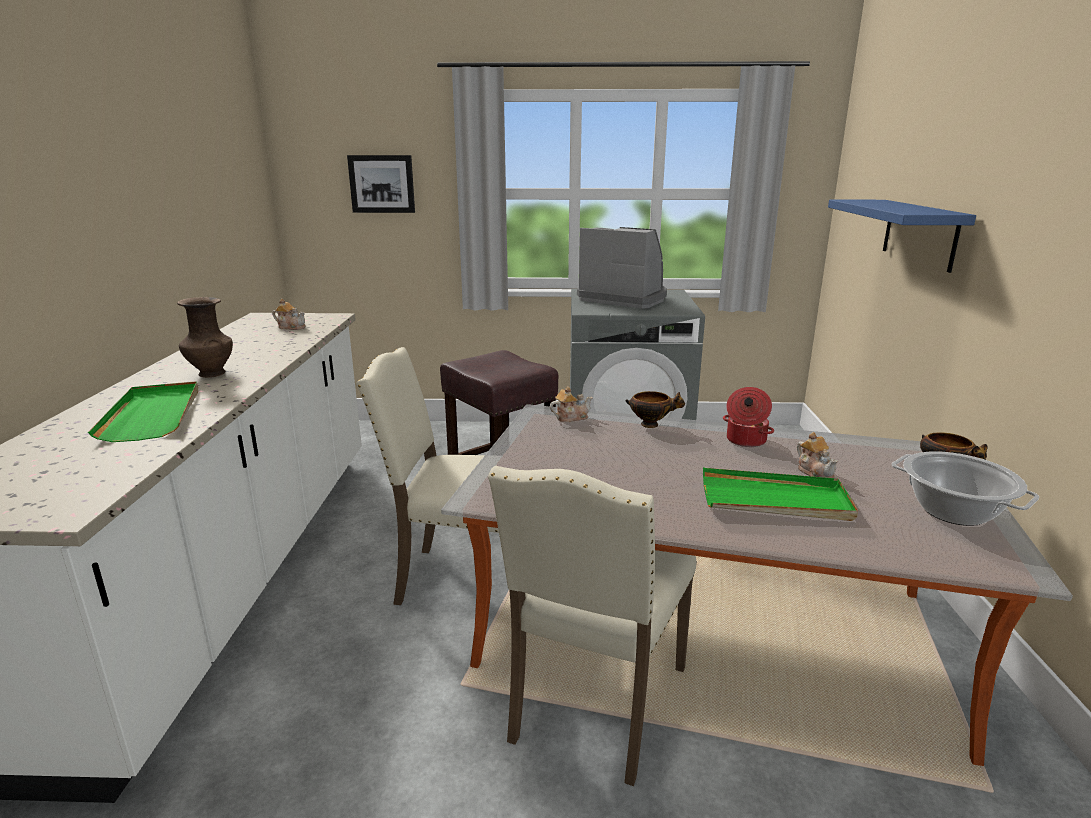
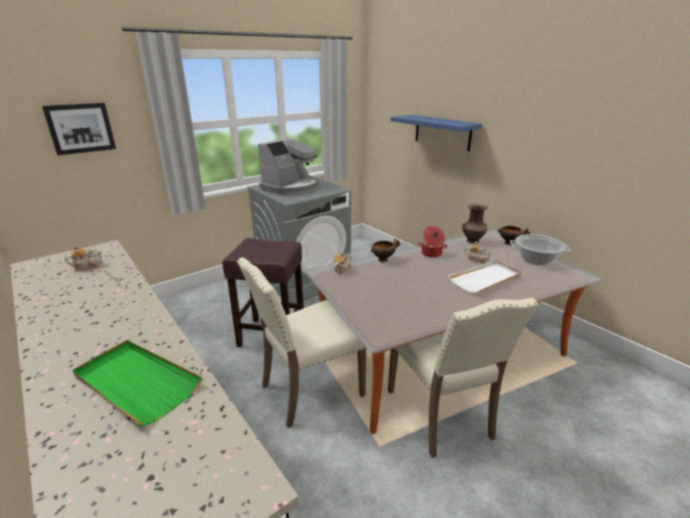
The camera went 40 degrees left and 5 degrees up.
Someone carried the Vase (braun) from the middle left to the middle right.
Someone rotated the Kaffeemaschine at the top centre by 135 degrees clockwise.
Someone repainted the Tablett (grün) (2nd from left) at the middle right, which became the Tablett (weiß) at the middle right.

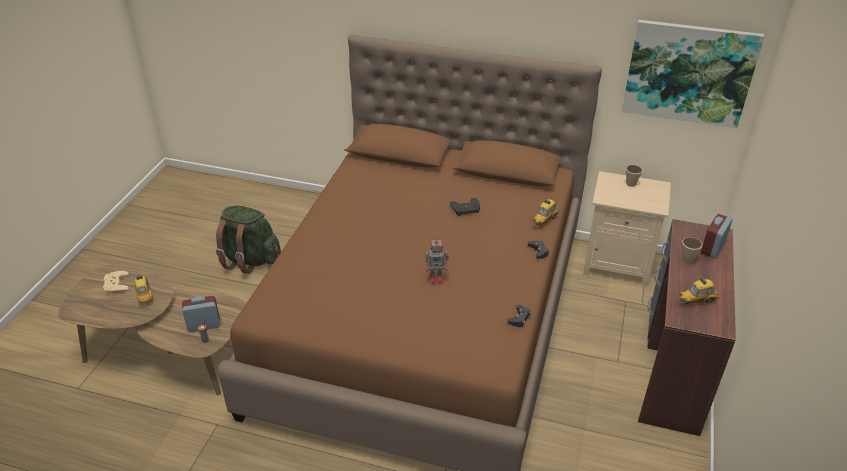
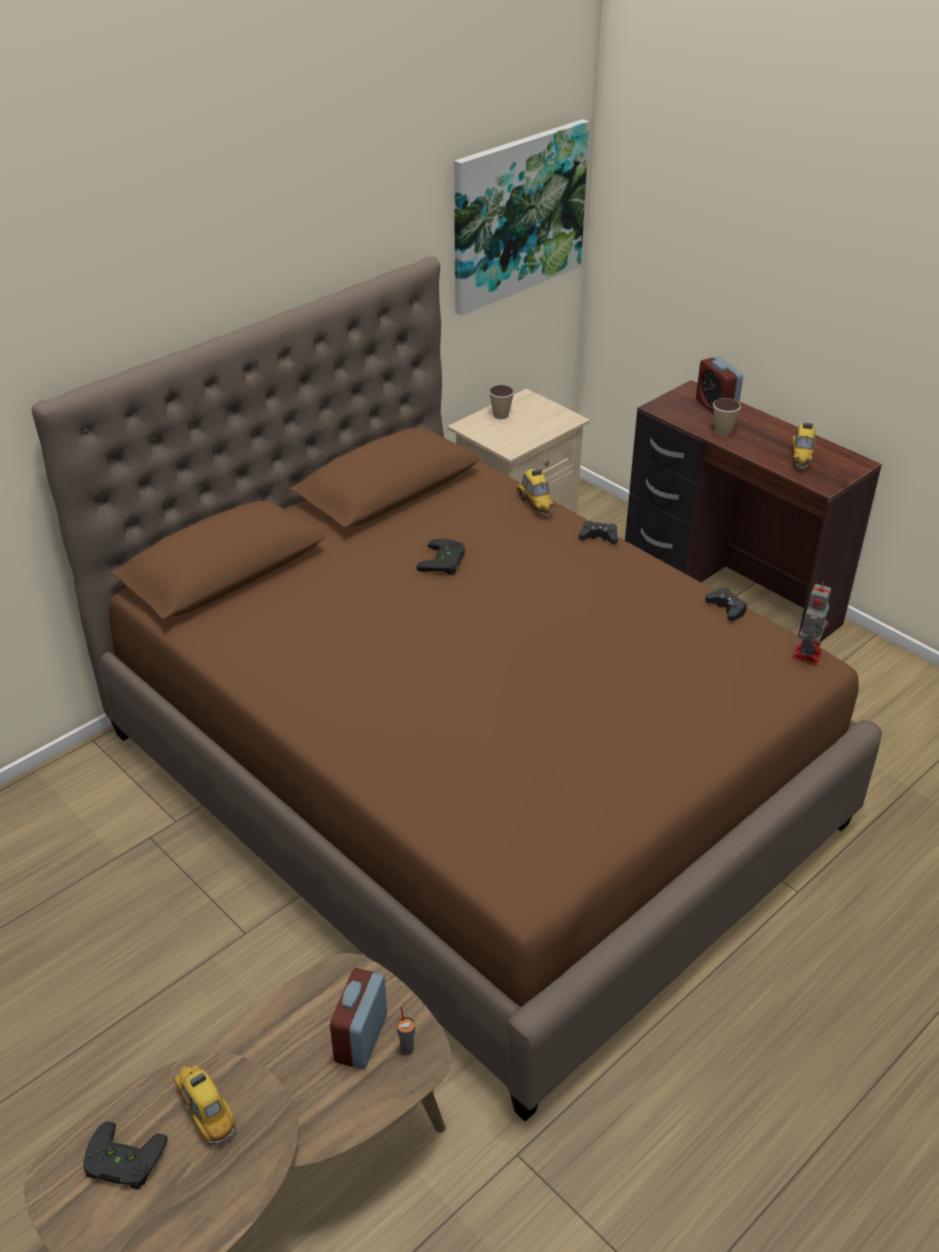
The camera went 60 degrees left and 0 degrees up.
Someone repainted the Gamepad (beige) at the middle left, which became the Gamepad (schwarz) (1st from left) at the bottom left.
Someone rotated the Spielzeugauto (1st from left) at the middle left by 45 degrees clockwise.
Someone took away the Rucksack (grün) at the middle left.
Someone carried the Spielzeugroboter from the centre to the middle right.

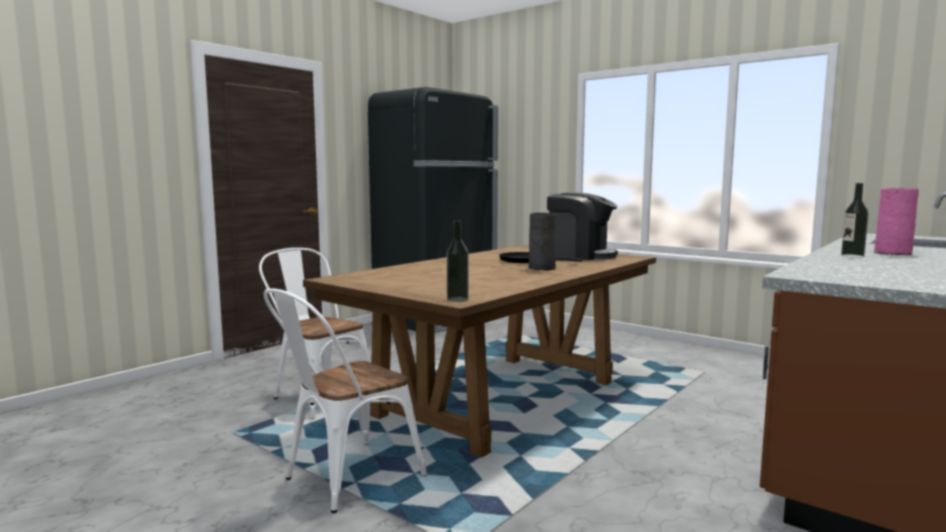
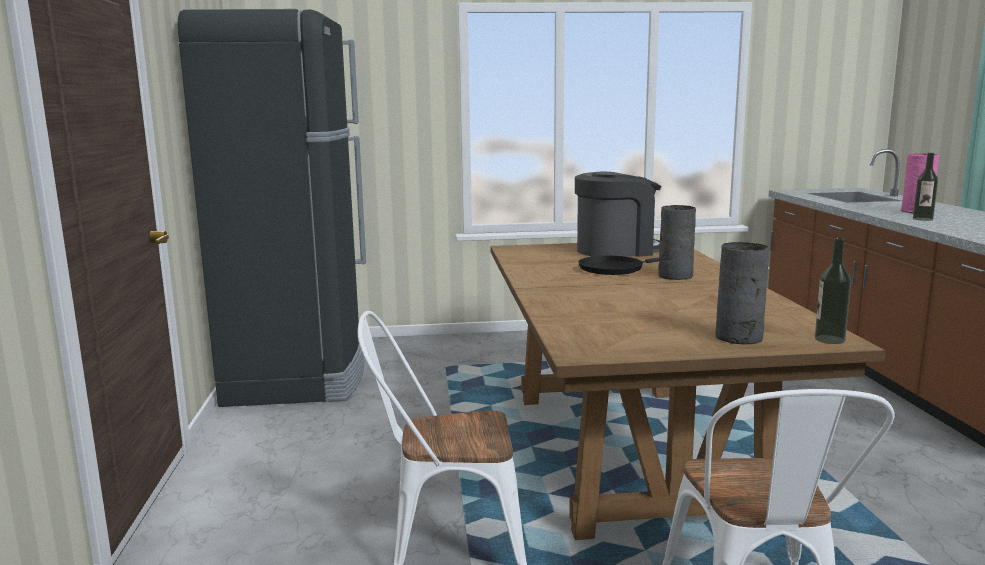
The camera went 45 degrees left and 5 degrees up.
Someone put down the Vase (grau) (2nd from left) at the middle right.

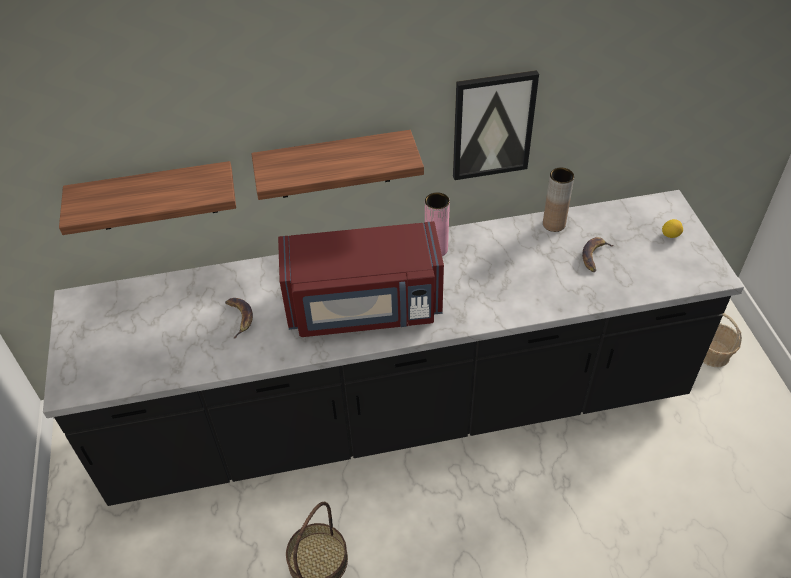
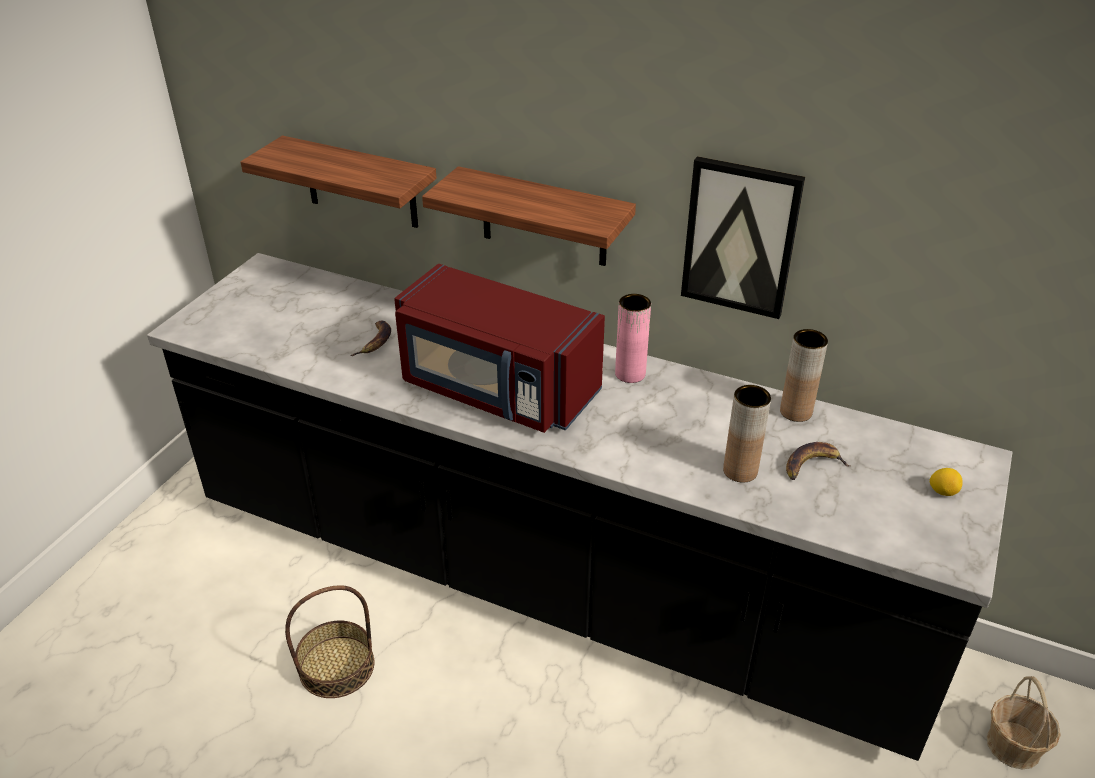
The camera went 35 degrees right and 10 degrees down.
Someone put down the Vase (braun) (1st from left) at the middle right.

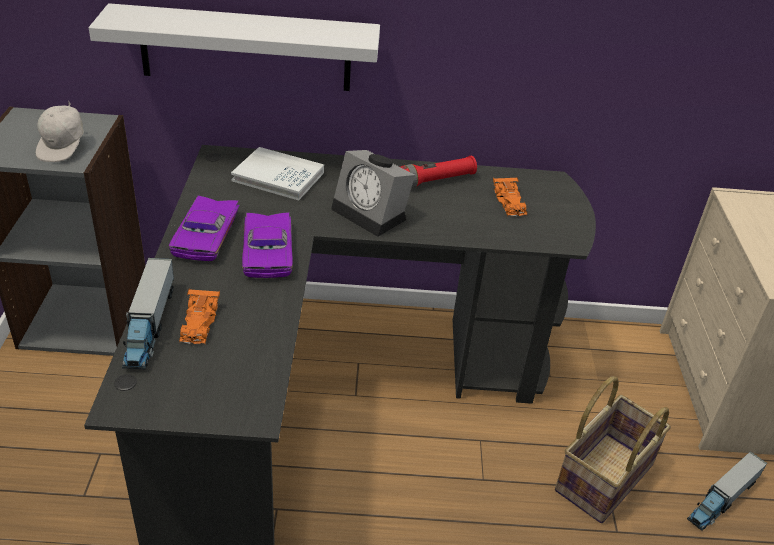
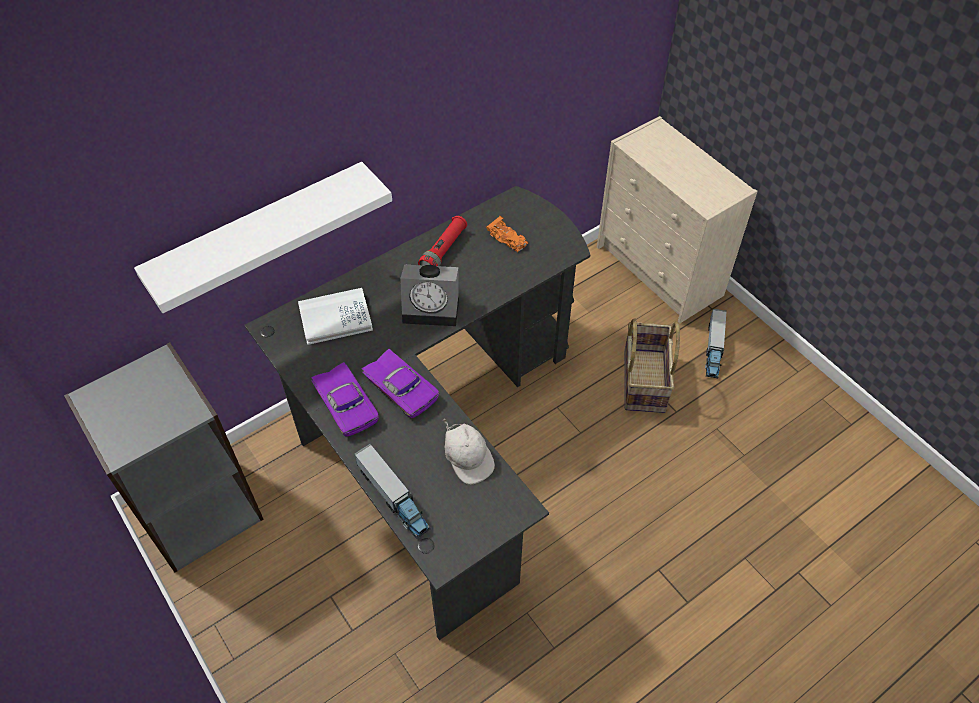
The camera went 35 degrees left and 15 degrees up.
Someone carried the Kappe (weiß) from the top left to the centre.
Someone took away the Spielzeugauto (orange) (1st from left) at the middle left.

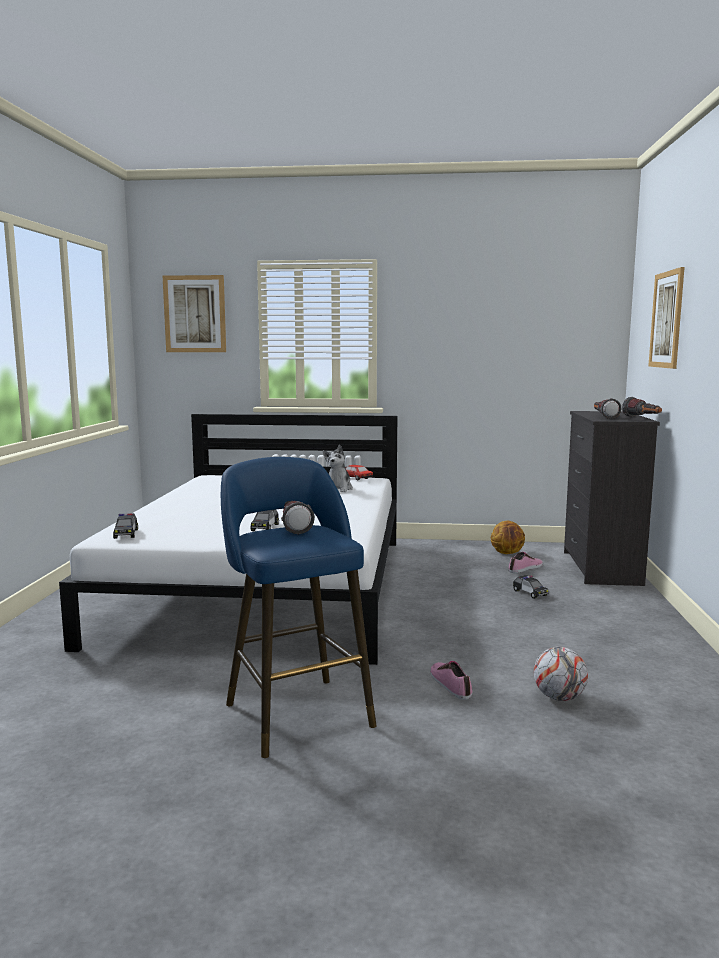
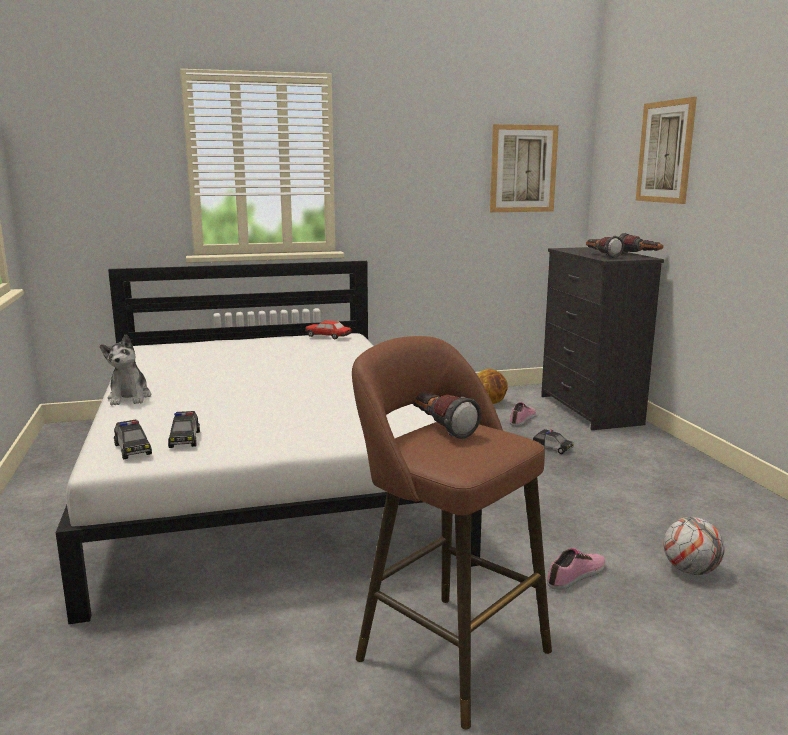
The camera went 20 degrees left and 5 degrees up.
Someone carried the Bild (1st from left) from the top left to the top centre.
Someone repainted the Hocker (blau) at the centre, which became the Hocker (braun) at the bottom centre.
Someone carried the Spielzeugauto (2nd from left) from the centre to the middle left.
Someone carried the Plüschtier from the centre to the middle left.
Someone rotated the Schuh (1st from left in the first image) at the bottom centre by 90 degrees clockwise.

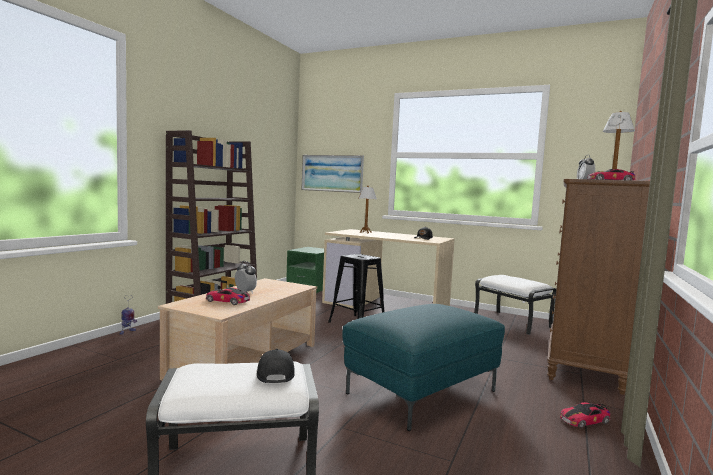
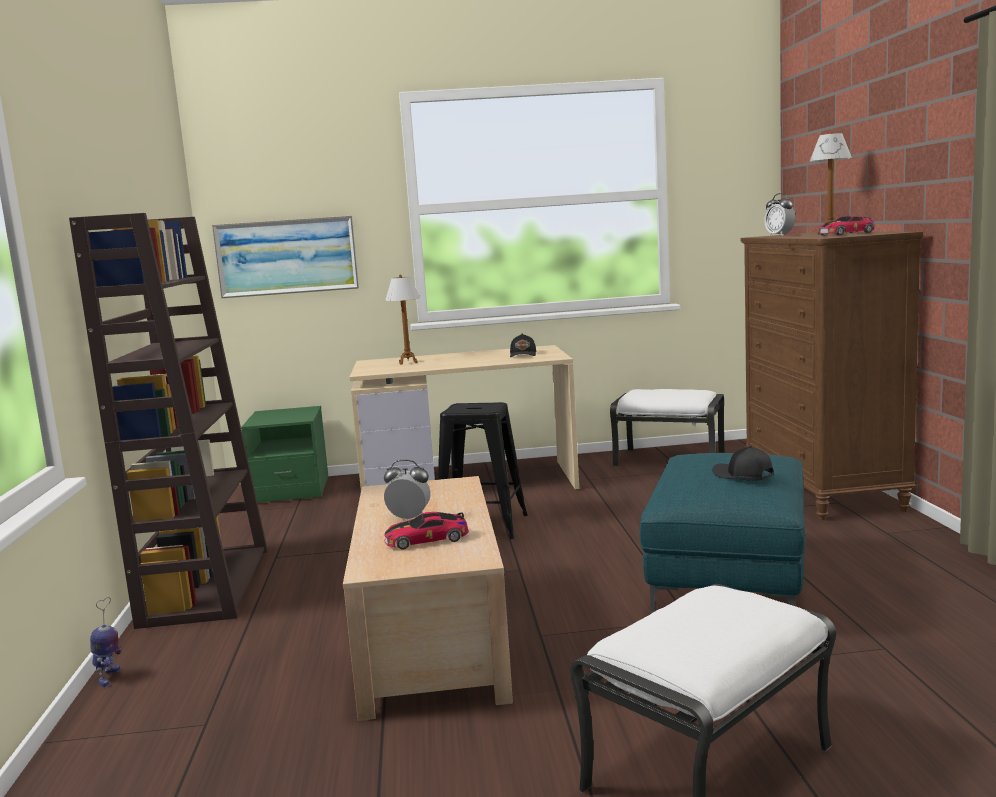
The camera went 30 degrees left and 5 degrees up.
Someone carried the Kappe (schwarz) (1st from left in the first image) from the bottom centre to the middle right.
Someone took away the Spielzeugauto (2nd from left) at the bottom right.

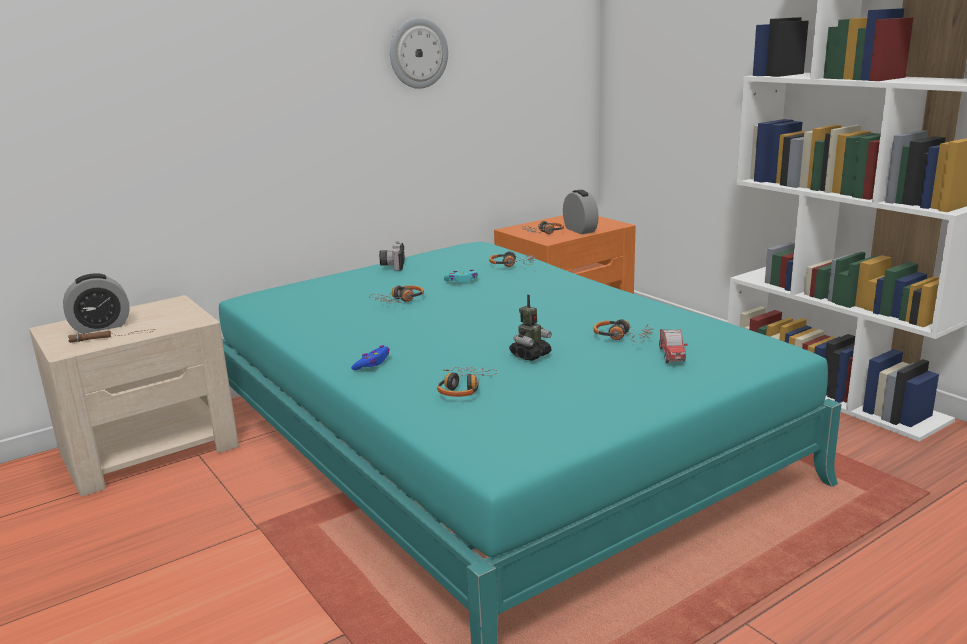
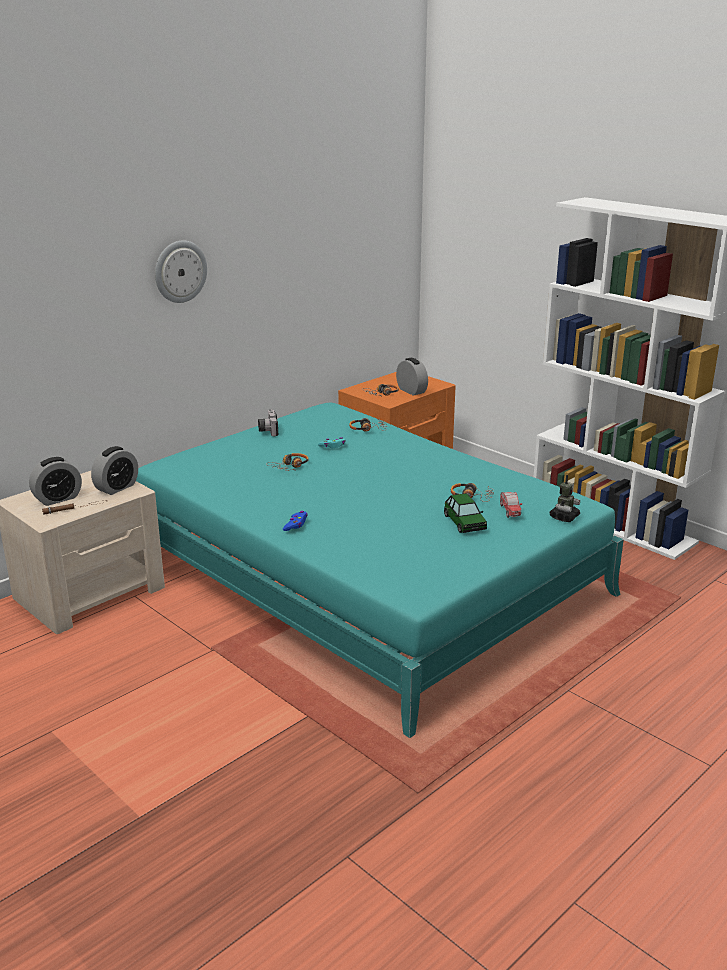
The camera went 10 degrees left and 5 degrees up.
Someone carried the Wanduhr from the top centre to the top left.
Someone took away the Kopfhörer (2nd from left) at the centre.
Someone carried the Spielzeugroboter from the centre to the middle right.
Someone put down the Wecker (2nd from left) at the middle left.
Someone put down the Spielzeugauto (1st from left) at the centre.

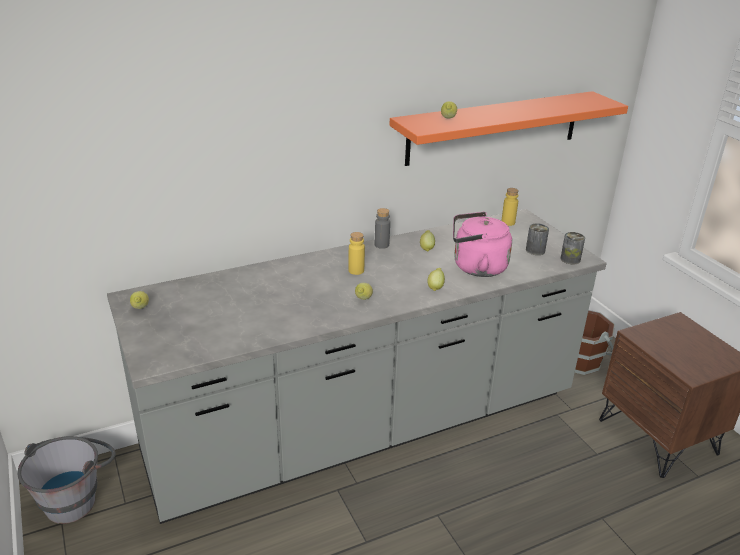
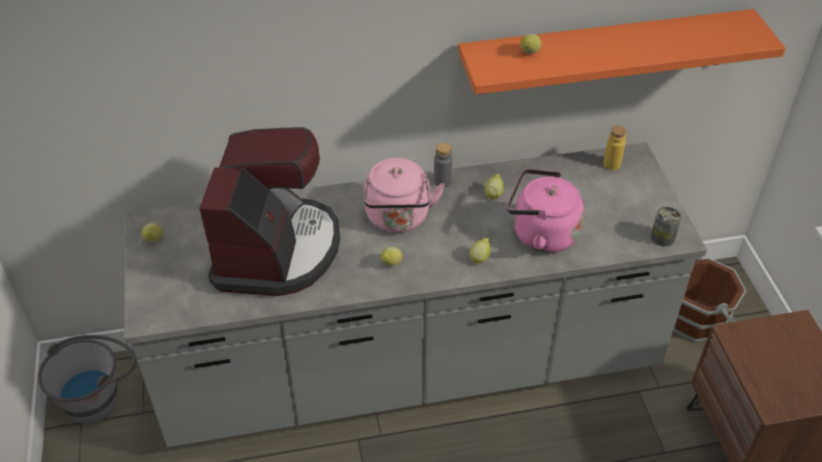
The camera went 15 degrees right and 15 degrees up.
Someone swapped the Flasche (gelb) (1st from left) at the centre for the Wasserkessel (rosa) (1st from left) at the centre.
Someone took away the Dose (1st from left) at the middle right.
Someone put down the Kaffeemaschine at the middle left.

